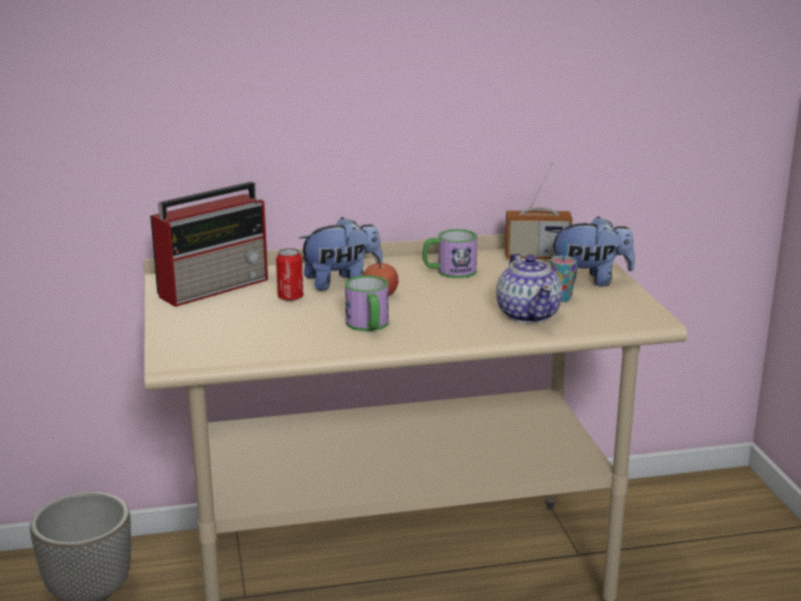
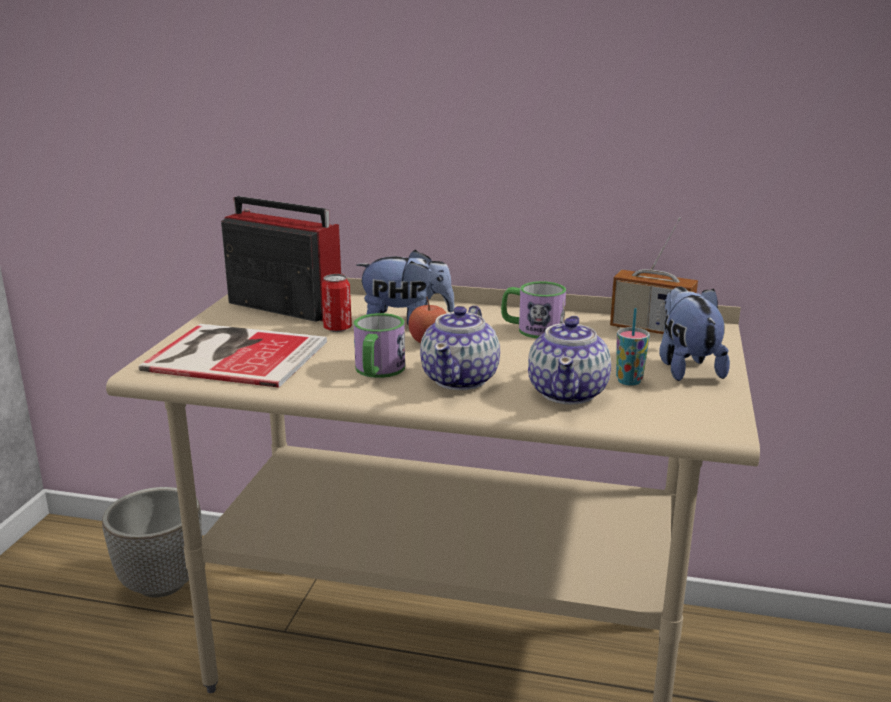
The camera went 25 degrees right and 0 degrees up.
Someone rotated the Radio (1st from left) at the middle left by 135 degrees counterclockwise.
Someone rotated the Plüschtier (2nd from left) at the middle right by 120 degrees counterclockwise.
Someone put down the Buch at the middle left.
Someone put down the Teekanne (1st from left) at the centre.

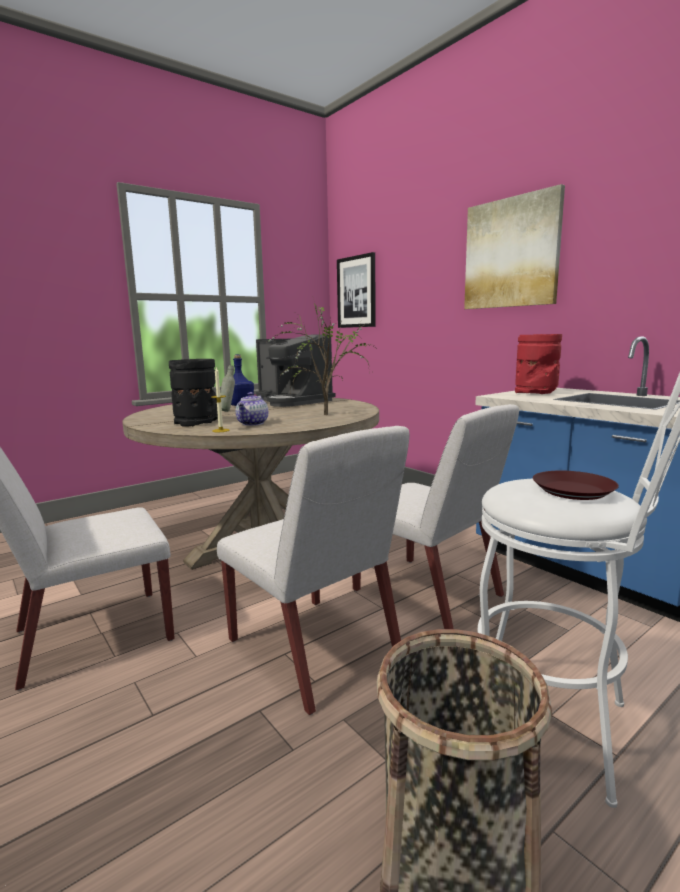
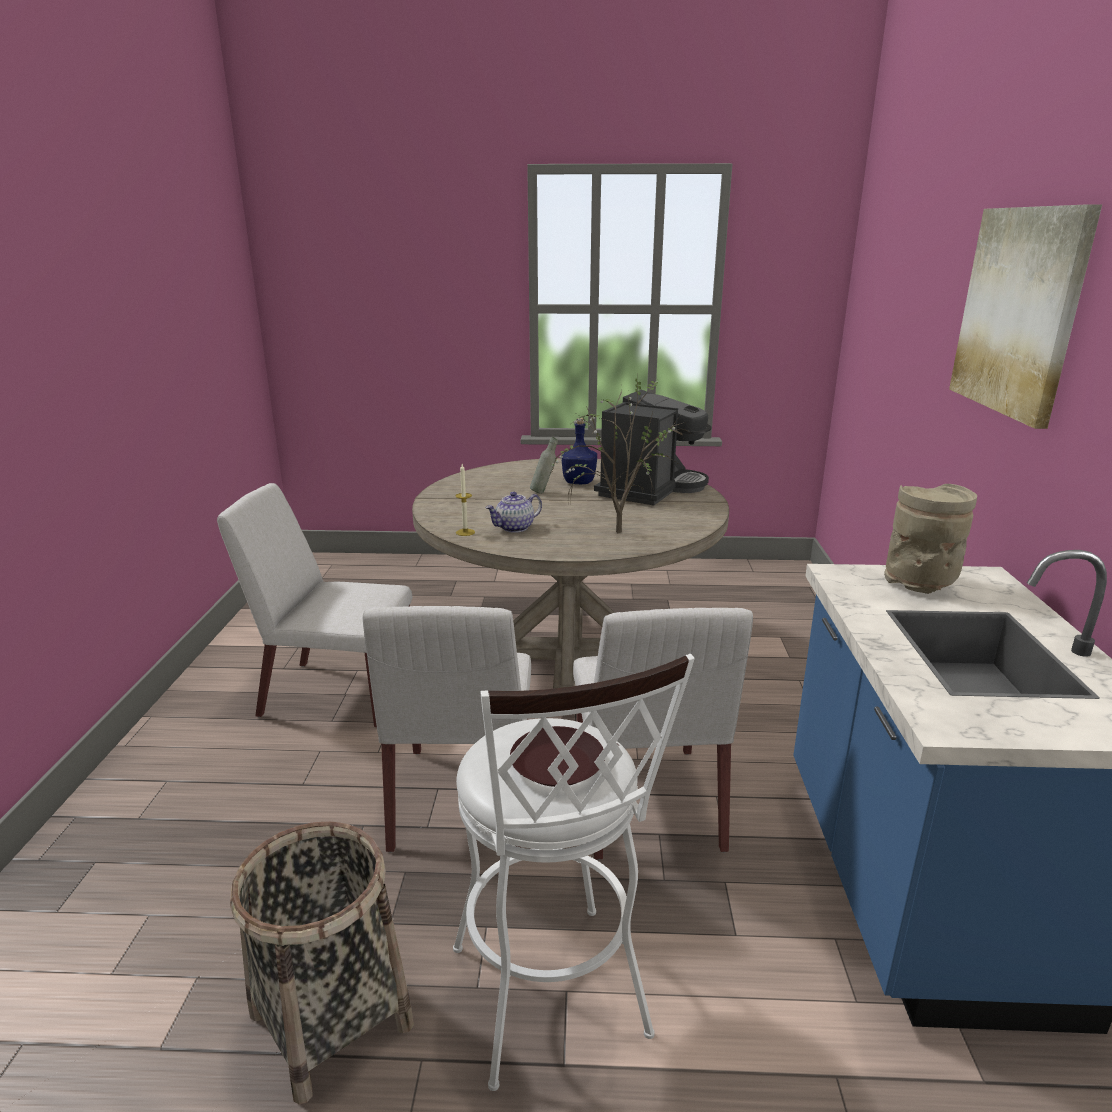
The camera went 40 degrees right and 10 degrees up.
Someone took away the Vase (schwarz) at the middle left.
Someone rotated the Kaffeemaschine at the centre by 150 degrees counterclockwise.
Someone took away the Bild (1st from left) at the top centre.
Someone repainted the Vase (rot) at the middle right, which became the Vase (beige) at the middle right.

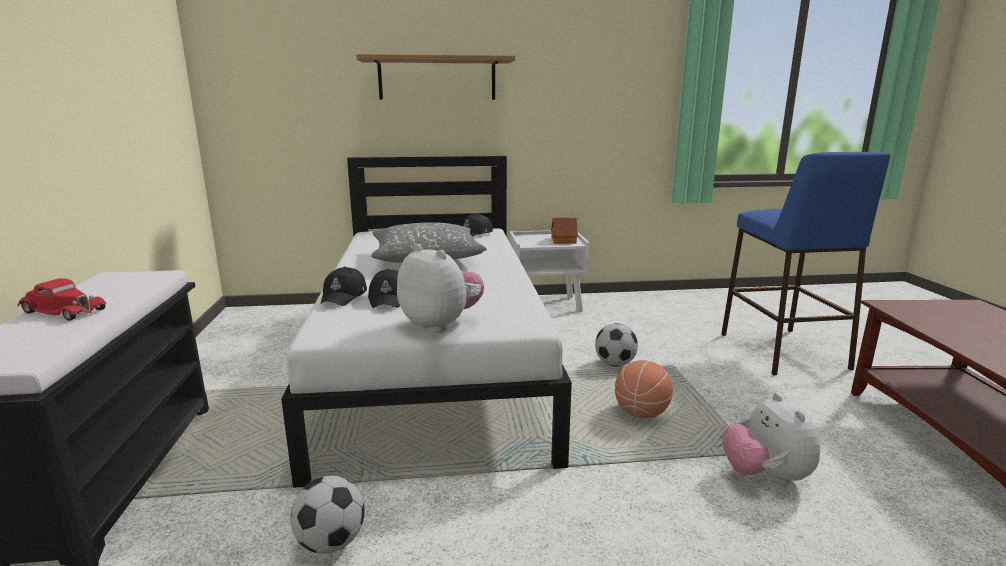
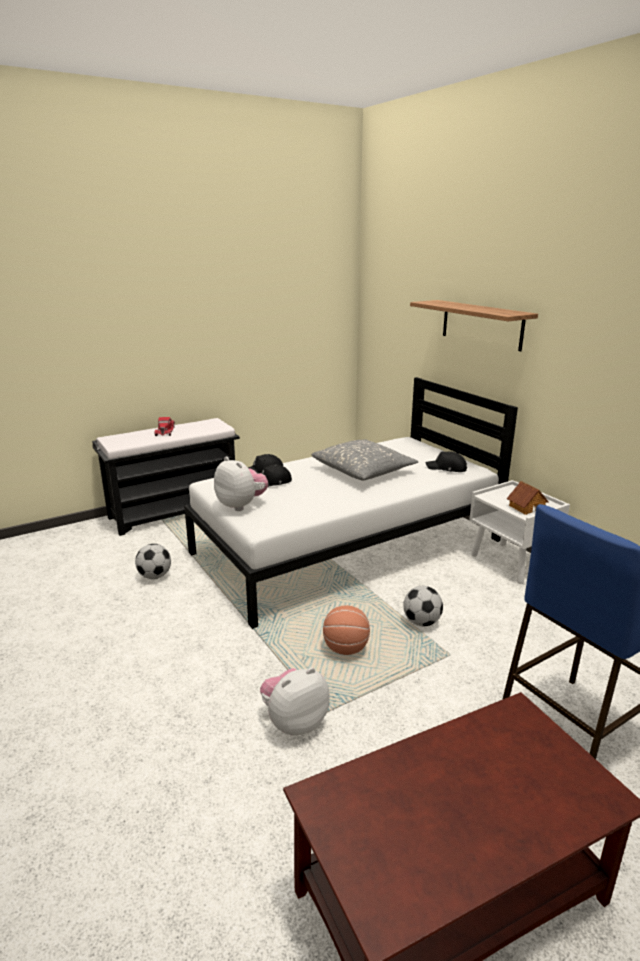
The camera went 65 degrees right and 5 degrees up.
Someone rotated the Plüschtier (1st from left) at the centre by 60 degrees counterclockwise.

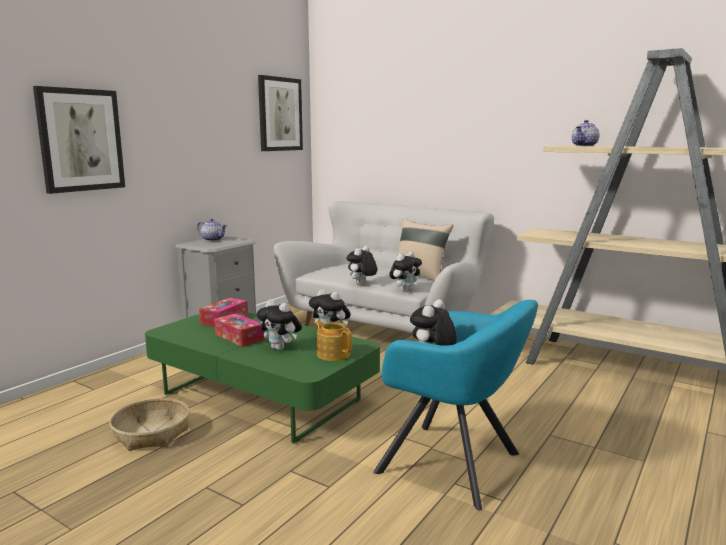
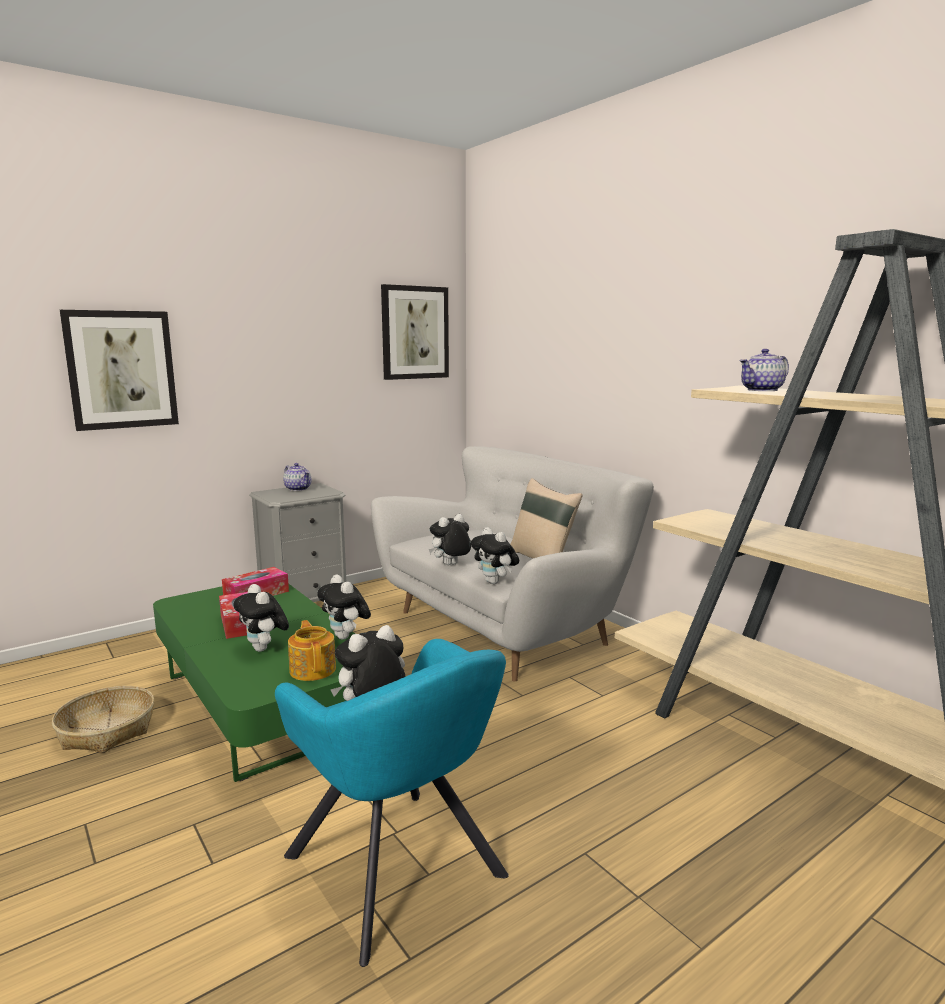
The camera went 20 degrees right and 0 degrees up.
Someone rotated the Plüschtier (4th from left in the first image) at the centre by 75 degrees clockwise.

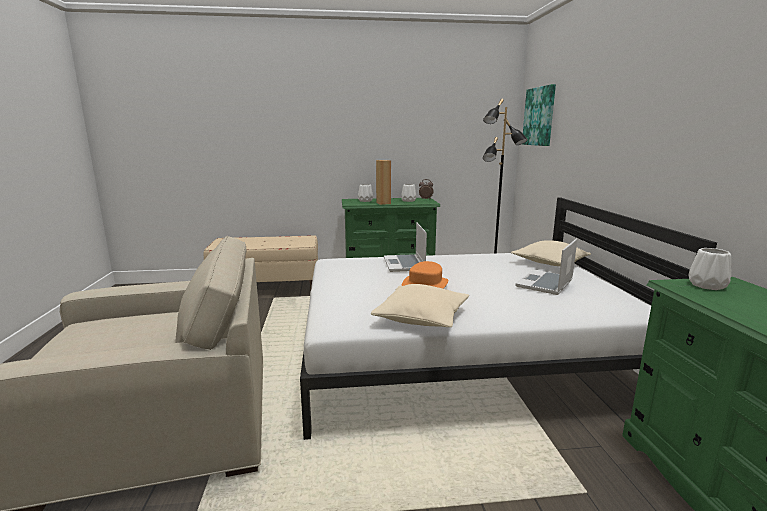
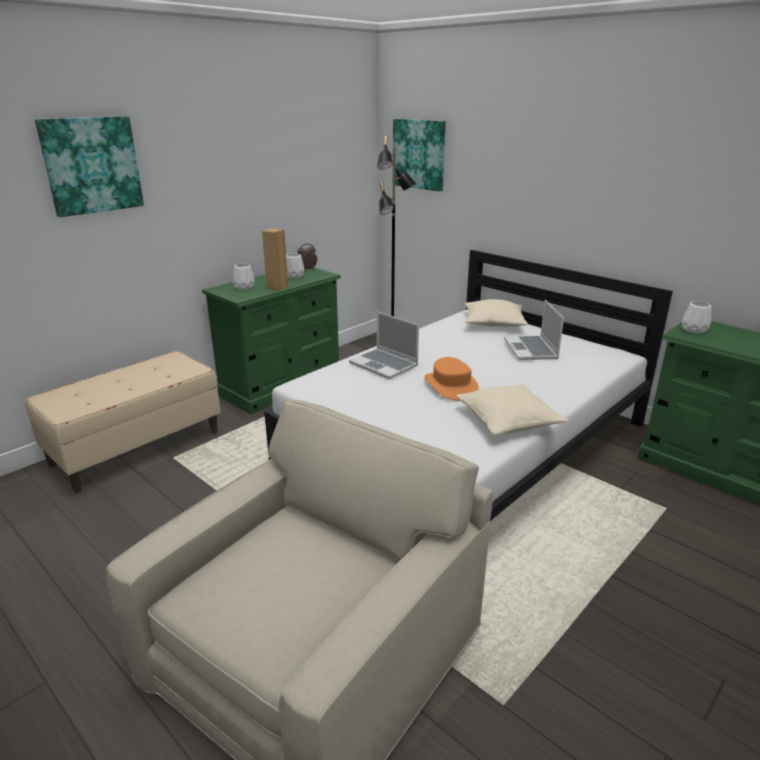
The camera went 40 degrees left and 10 degrees up.
Someone put up the Bild (1st from left) at the top left.

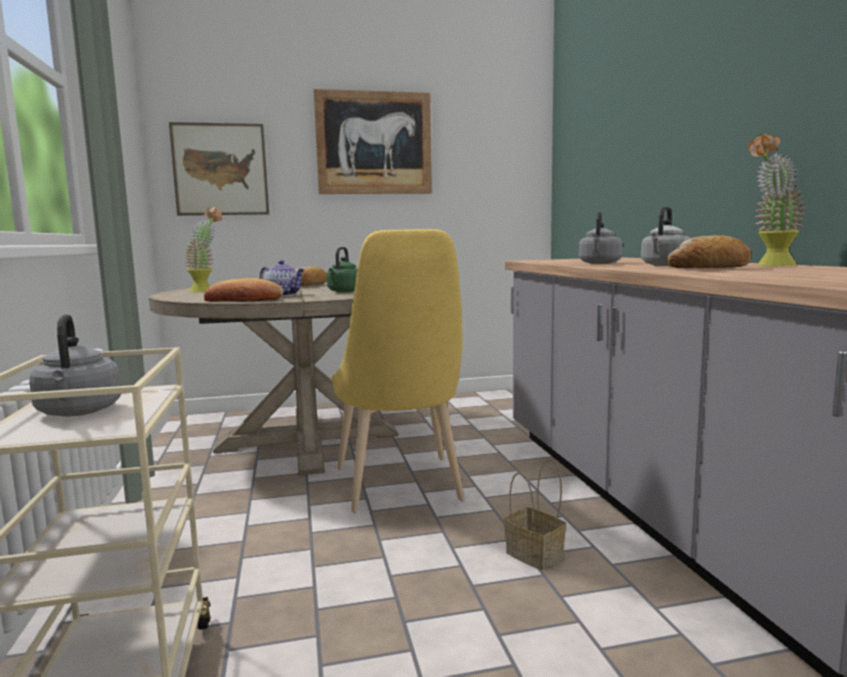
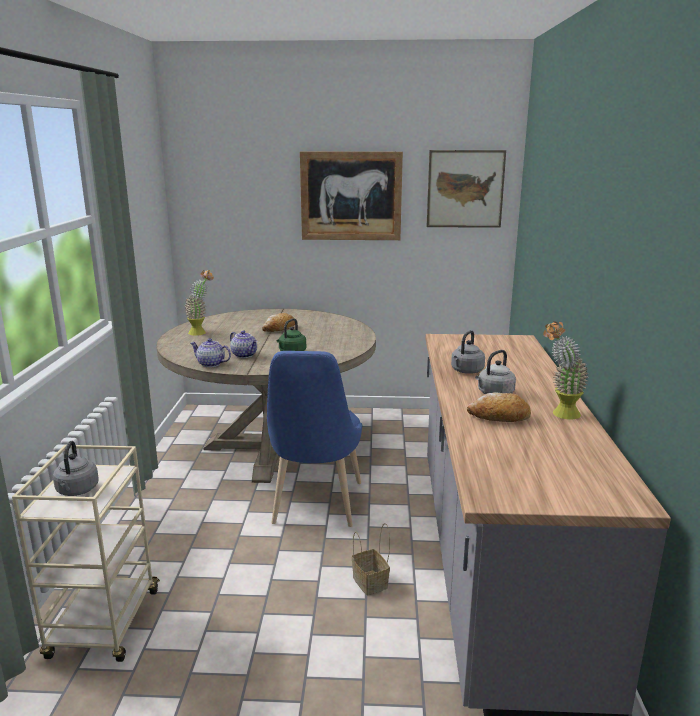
The camera went 15 degrees right and 10 degrees up.
Someone carried the Bild (1st from left in the first image) from the top left to the top centre.
Someone swapped the Brot (1st from left) at the middle left for the Teekanne (1st from left) at the middle left.
Someone repainted the Stuhl (gelb) at the centre, which became the Stuhl (blau) at the centre.

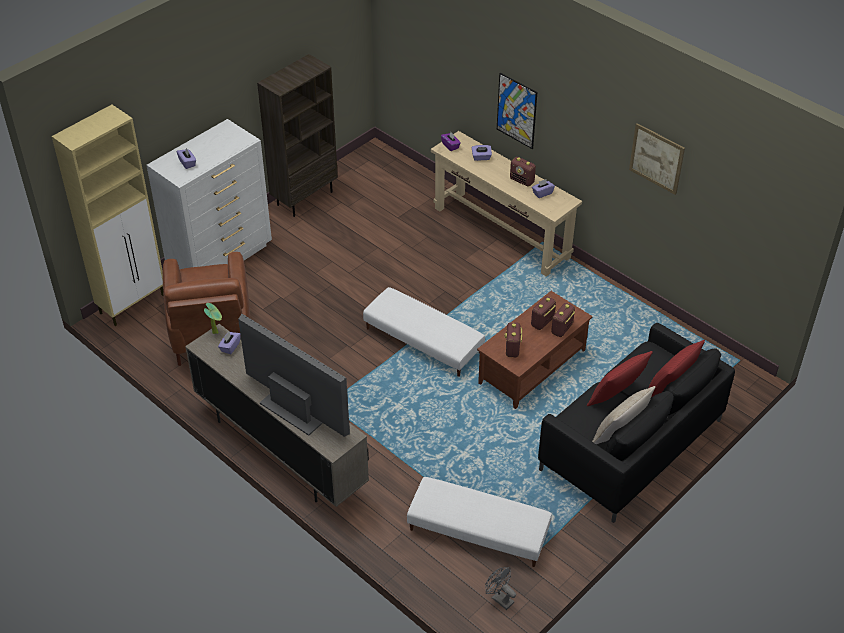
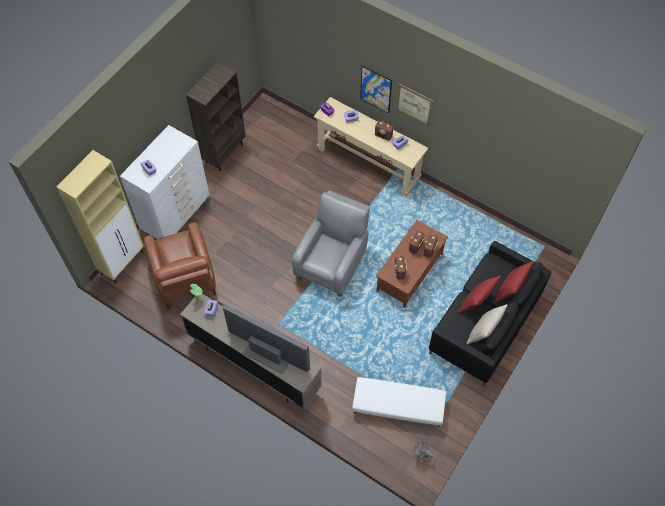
The camera went 10 degrees left and 15 degrees up.
Someone swapped the Polsterhocker (weiß) (1st from left) at the centre for the Sessel (grau) at the centre.
Someone carried the Bild (2nd from left) from the top right to the top centre.

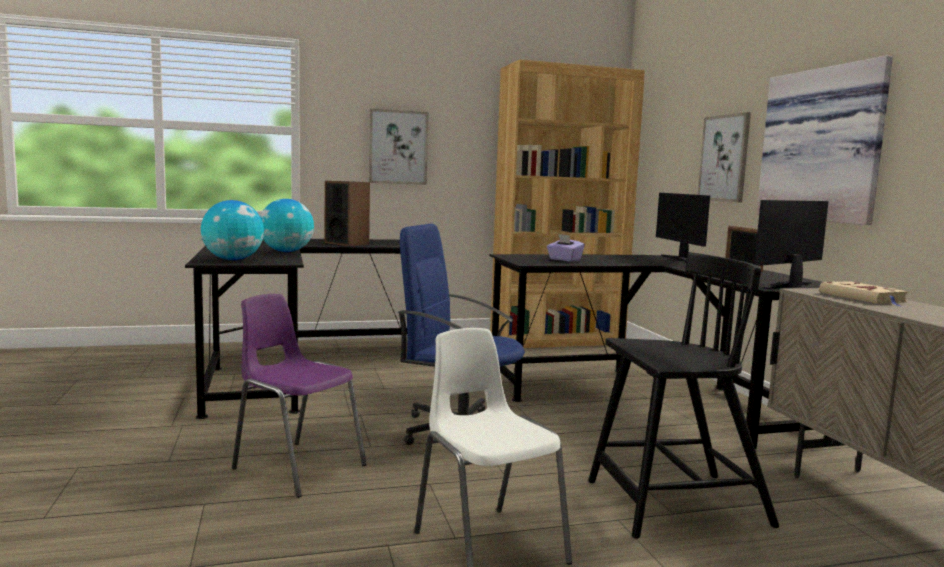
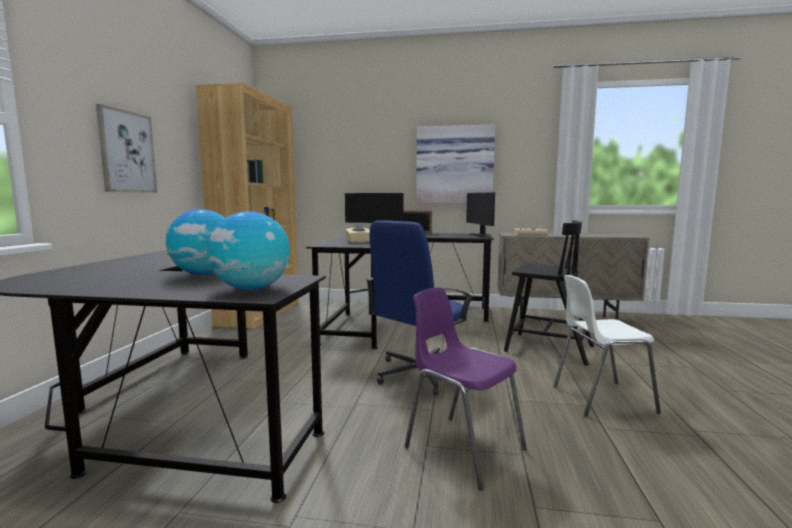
The camera went 65 degrees left and 0 degrees up.
Someone rotated the Stuhl (lila) at the bottom left by 75 degrees clockwise.
Someone took away the Lautsprecher at the centre.
Someone repainted the Taschentuchbox (lila) at the centre, which became the Taschentuchbox (beige) at the centre.
Someone rotated the Stuhl (schwarz) at the bottom right by 105 degrees clockwise.
Someone took away the Bild (2nd from left) at the top right.

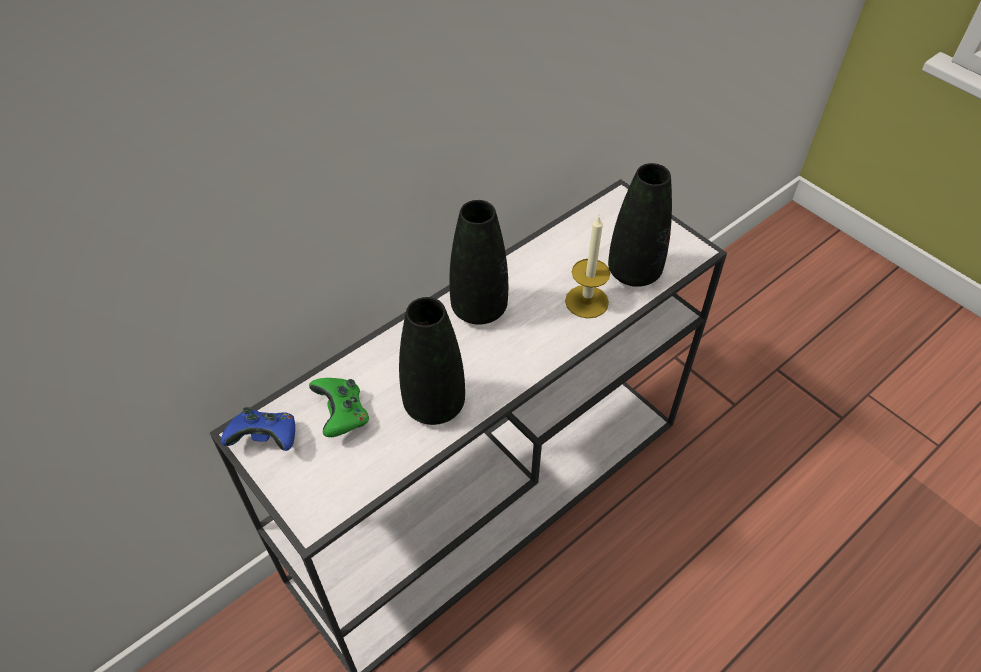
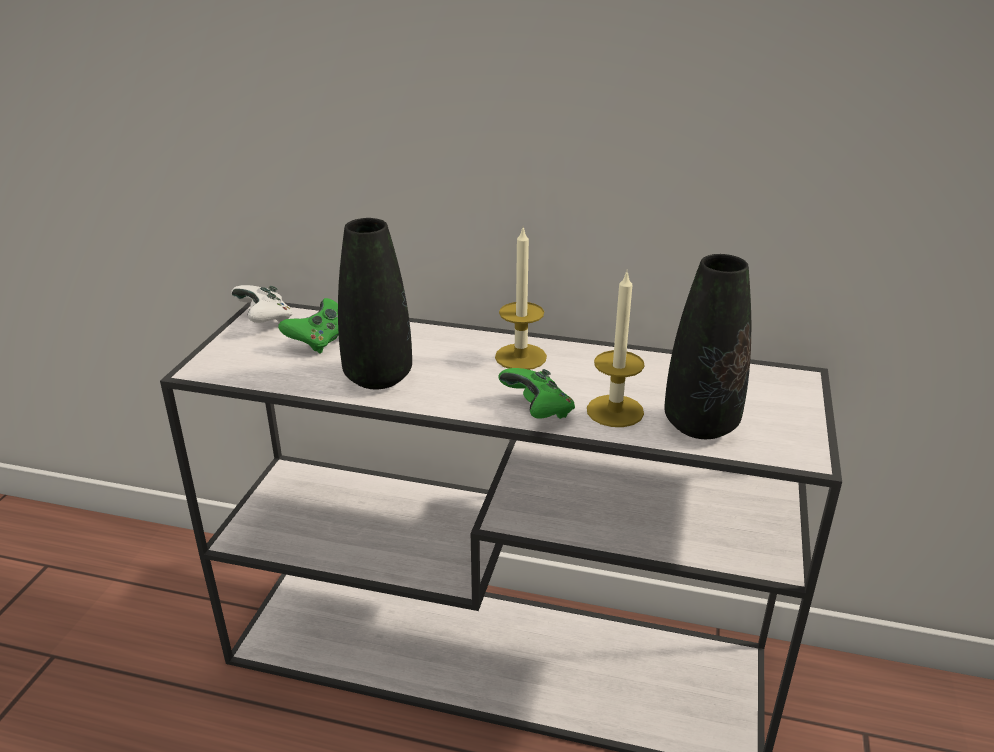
The camera went 55 degrees right and 20 degrees down.
Someone repainted the Gamepad (blau) at the middle left, which became the Gamepad (weiß) at the middle left.
Someone swapped the Vase (schwarz) (2nd from left) at the centre for the Kerze (1st from left) at the centre.
Someone put down the Gamepad (grün) (2nd from left) at the centre.

